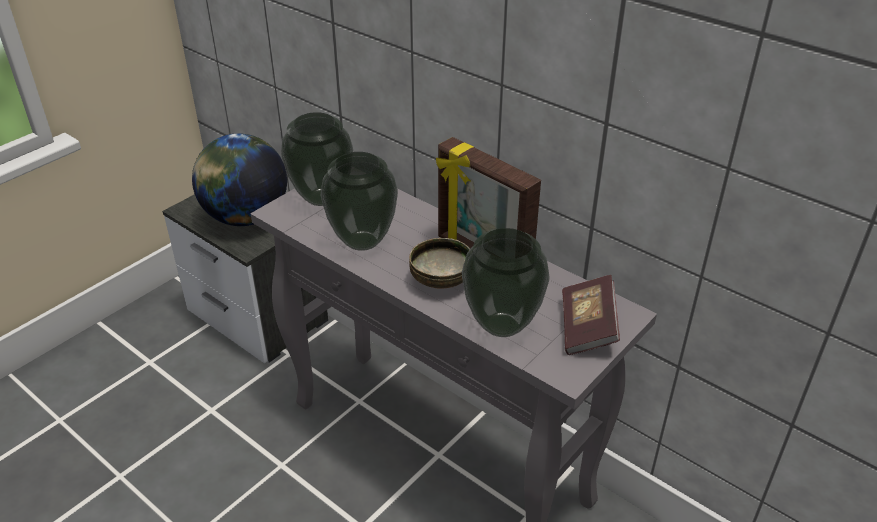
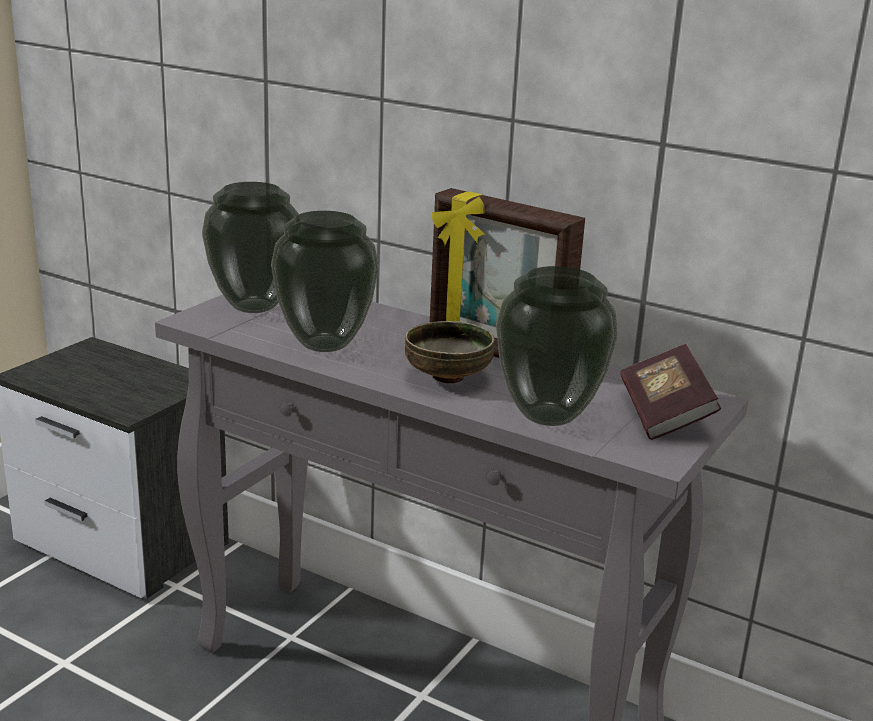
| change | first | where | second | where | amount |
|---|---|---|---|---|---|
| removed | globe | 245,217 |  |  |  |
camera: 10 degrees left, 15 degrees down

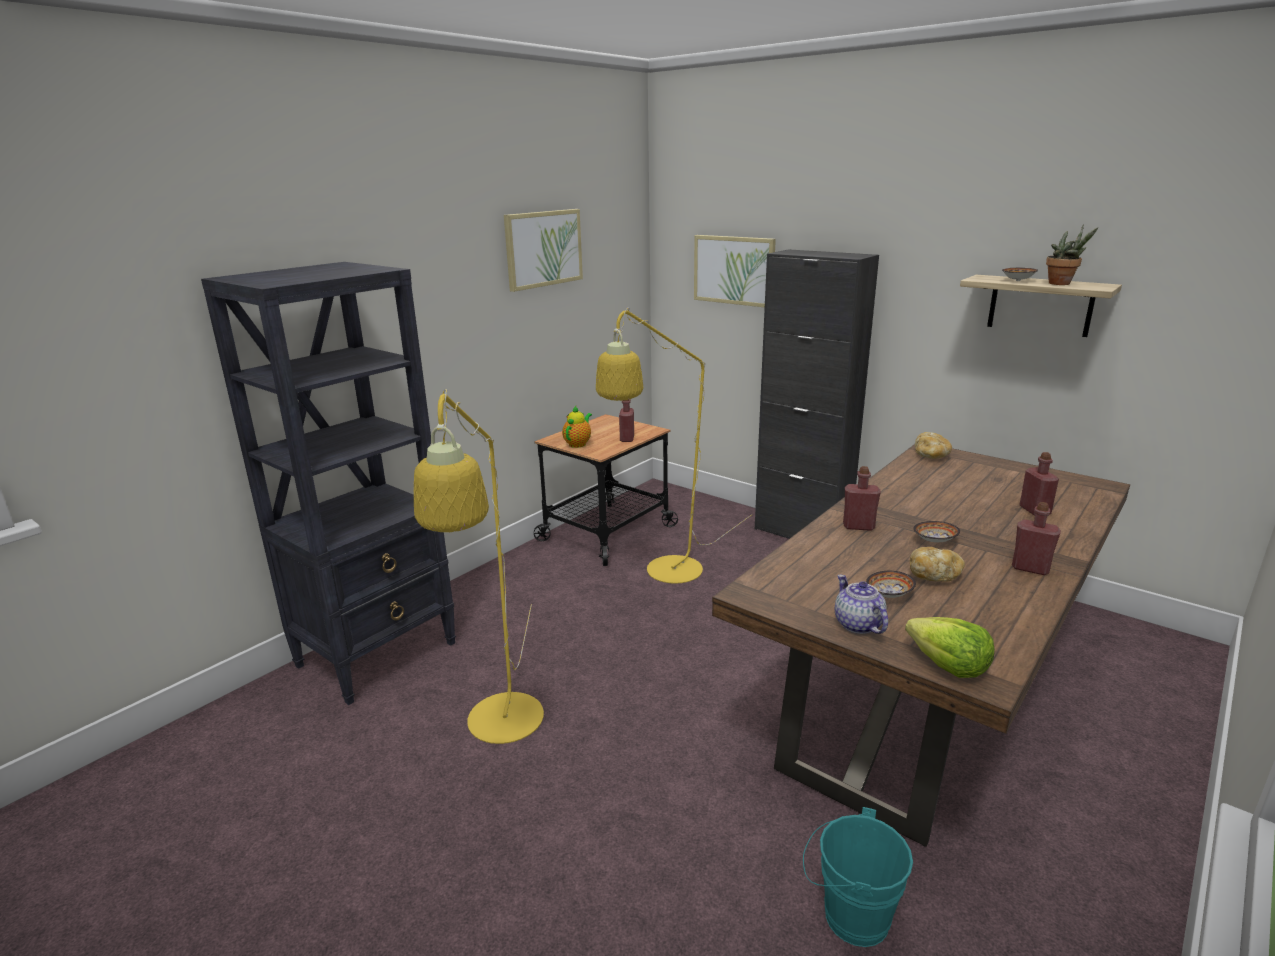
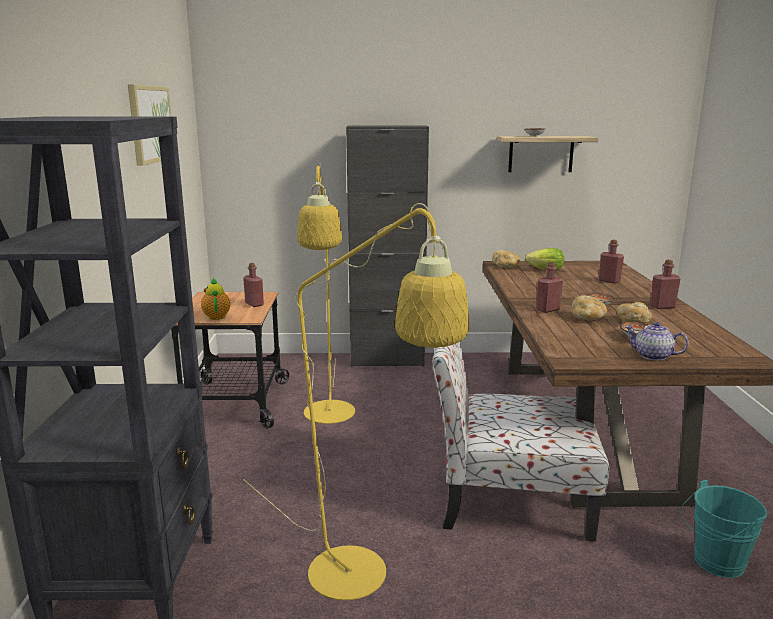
| change | first | where | second | where | amount |
|---|---|---|---|---|---|
| added |  |  | chaise | 509,498 |  |
| moved | laitue | 948,665 |  | 545,270 |  |
| added |  |  | pain | 587,318 |  |
| removed | tableau | 734,270 |  |  |  |
| removed | plante en pot | 1062,284 |  |  |  |
camera: 40 degrees left, 5 degrees down

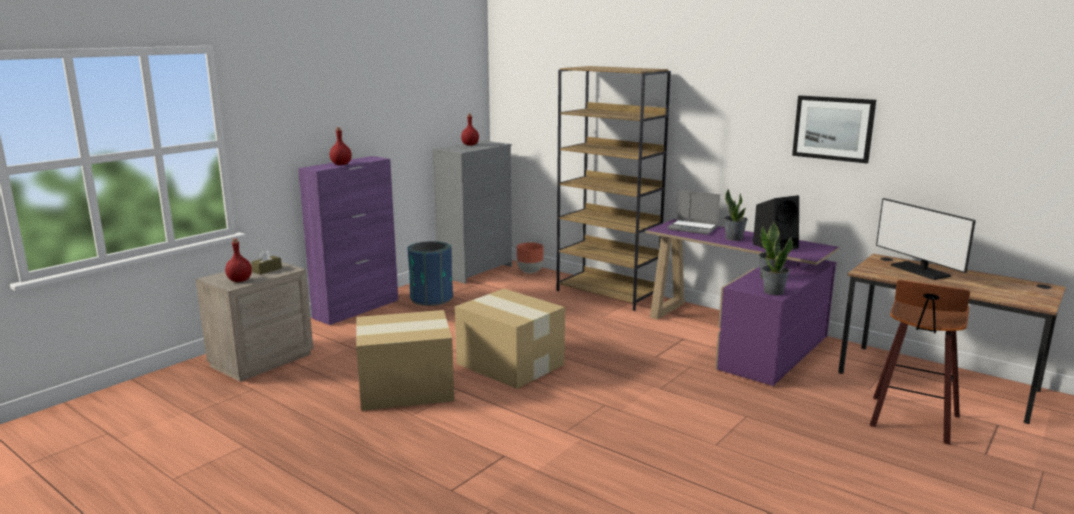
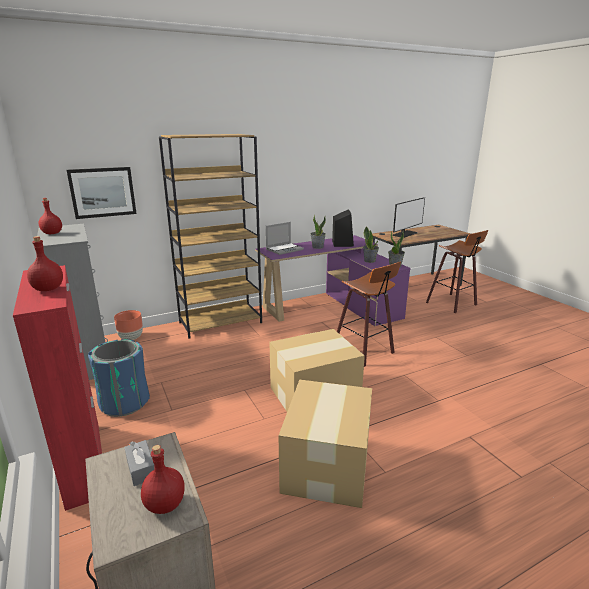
| change | first | where | second | where | amount |
|---|---|---|---|---|---|
| recoloured | meuble de rangement/violet | 357,309 | meuble de rangement/rouge | 84,462 |  |
| moved | tableau | 833,128 |  | 102,192 |  |
| recoloured | boîte à mouchoirs/marron | 267,270 | boîte à mouchoirs/gris | 141,469 |  |
| added |  |  | tabouret | 365,352 |  |
| turned | écran d'ordinateur | 920,271 |  | 405,234 | 45 degrees counterclockwise |
camera: 65 degrees left, 5 degrees up

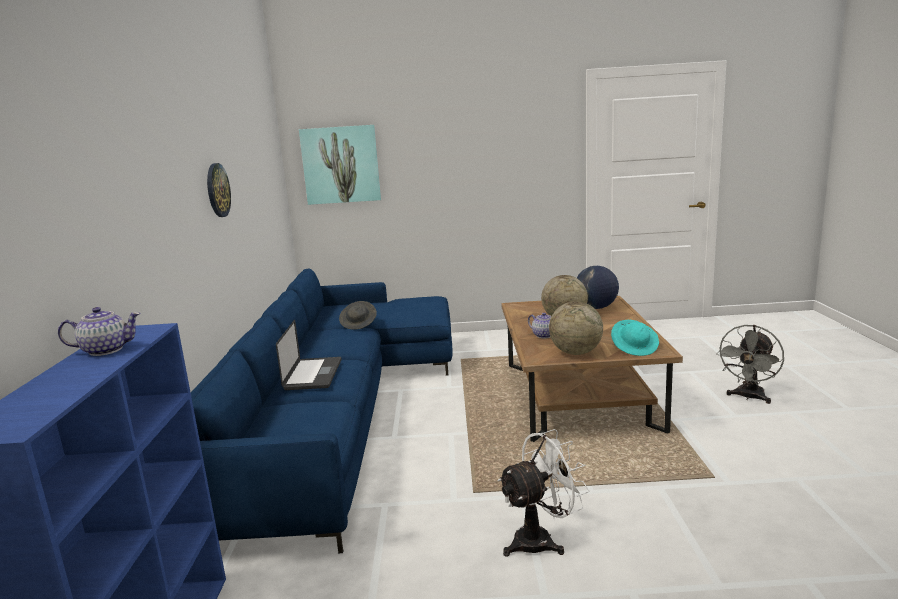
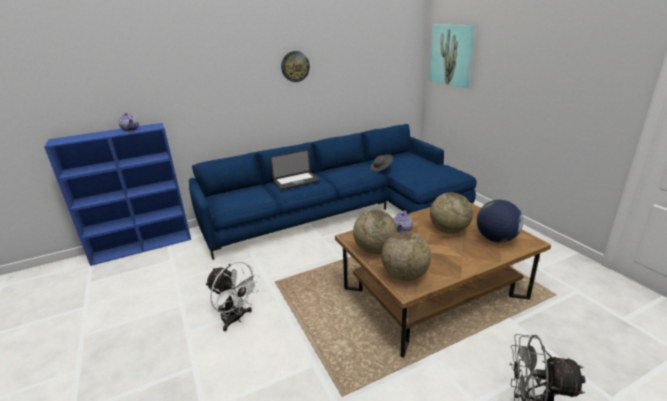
| change | first | where | second | where | amount |
|---|---|---|---|---|---|
| replaced | chapeau/turquoise | 635,348 | globe | 405,275 |  |
camera: 65 degrees right, 10 degrees up

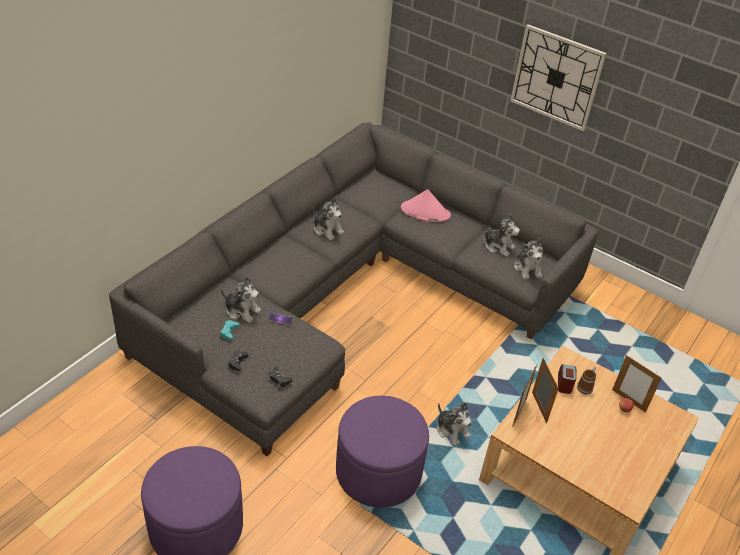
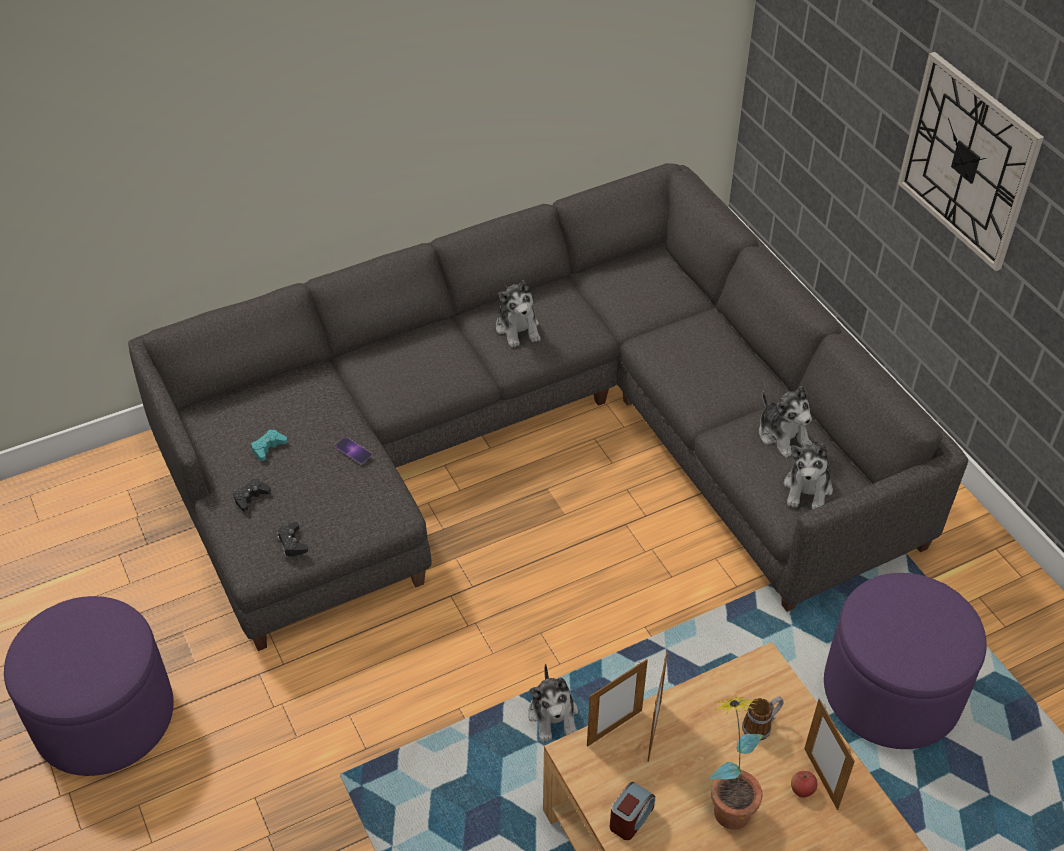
| change | first | where | second | where | amount |
|---|---|---|---|---|---|
| moved | réveil | 564,384 |  | 631,818 |  |
| added |  |  | plante en pot | 728,801 |  |
| moved | pouf/violet | 378,472 |  | 891,691 |  |
| removed | peluche | 242,311 |  |  |  |
| removed | chapeau/rose | 425,212 |  |  |  |
camera: 30 degrees right, 5 degrees up

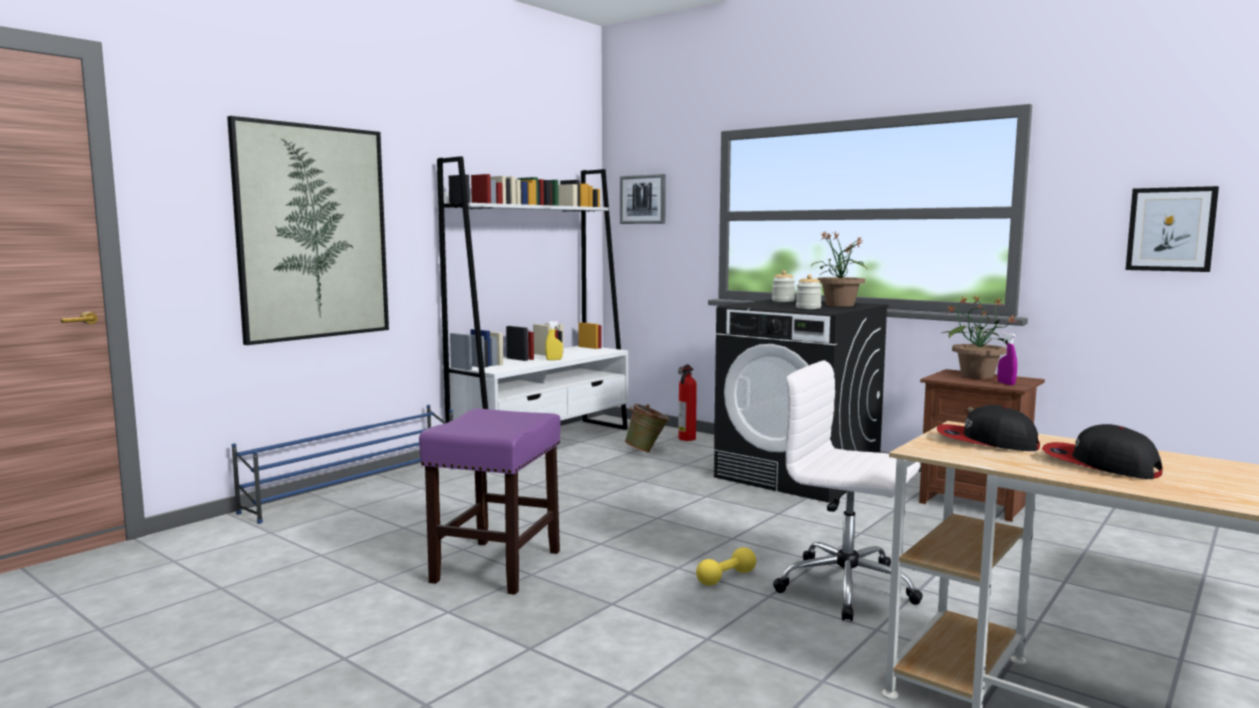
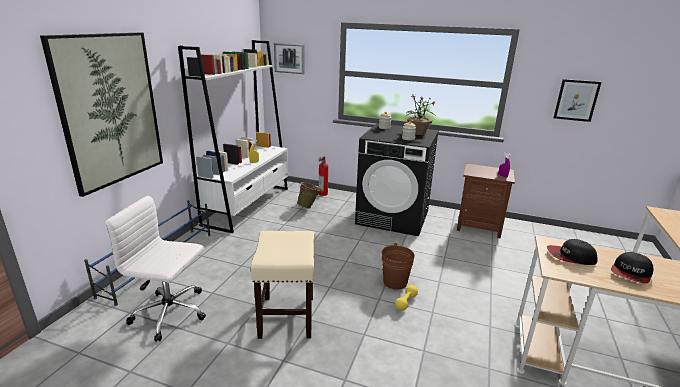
| change | first | where | second | where | amount |
|---|---|---|---|---|---|
| moved | chaise de bureau/blanc | 849,588 |  | 171,313 |  |
| recoloured | tabouret/violet | 496,567 | tabouret/beige | 287,317 |  |
| added |  |  | seau/marron | 395,282 |  |
| turned | casquette | 1099,465 |  | 631,273 | 75 degrees counterclockwise |
| removed | plante en pot | 976,375 |  |  |  |
camera: 20 degrees left, 15 degrees up

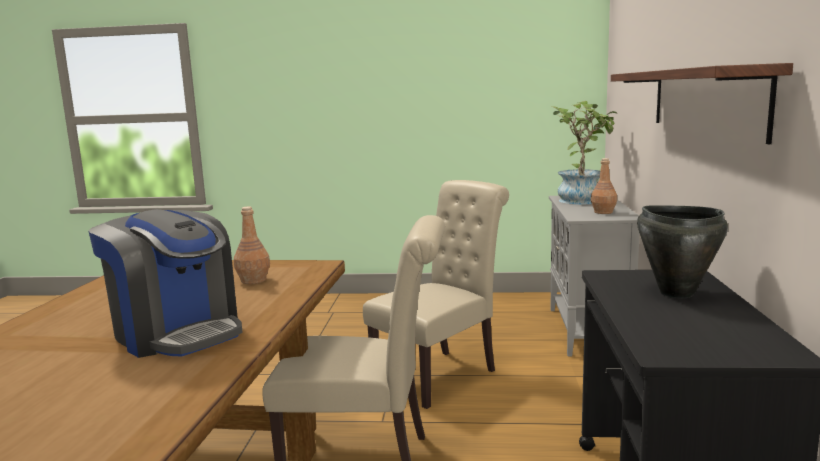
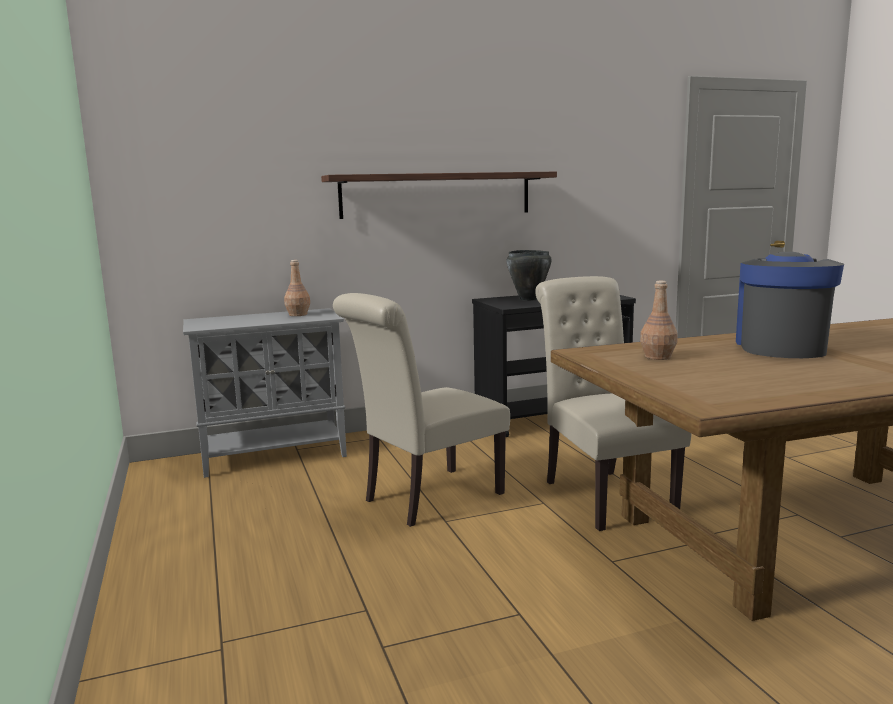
| change | first | where | second | where | amount |
|---|---|---|---|---|---|
| turned | chaise/beige | 441,374 |  | 426,498 | 60 degrees counterclockwise |
| removed | plante en pot | 582,199 |  |  |  |
camera: 115 degrees left, 0 degrees up

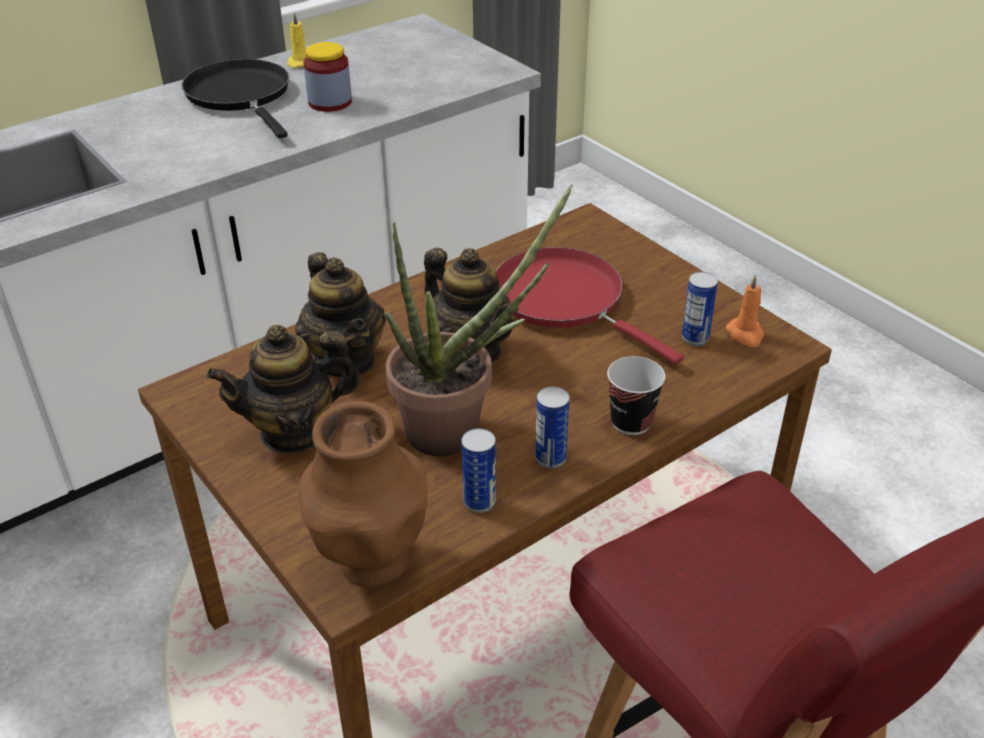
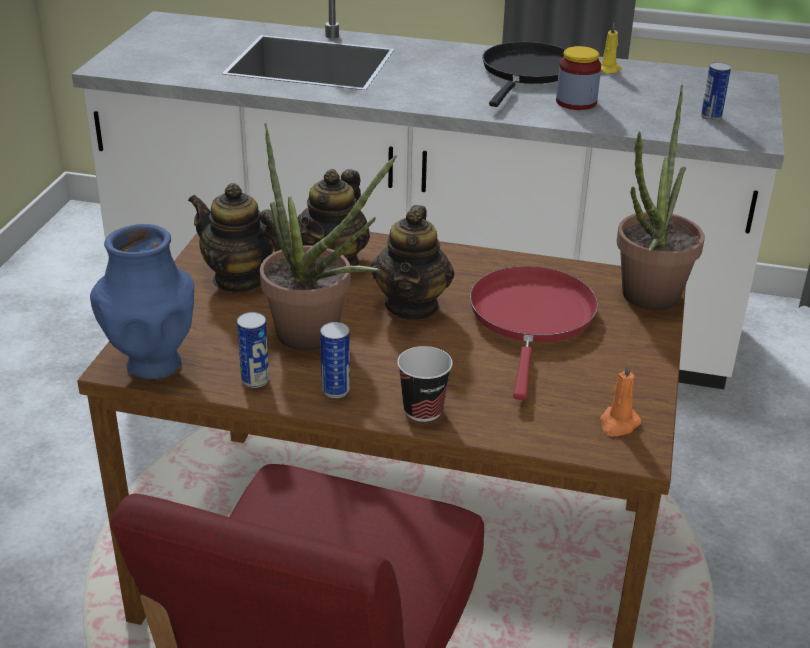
| change | first | where | second | where | amount |
|---|---|---|---|---|---|
| recoloured | vase/marron | 371,562 | vase/bleu | 153,364 |  |
| added |  |  | plante en pot | 645,301 |  |
| moved | boîte métallique | 695,338 |  | 711,117 |  |
camera: 50 degrees right, 5 degrees down

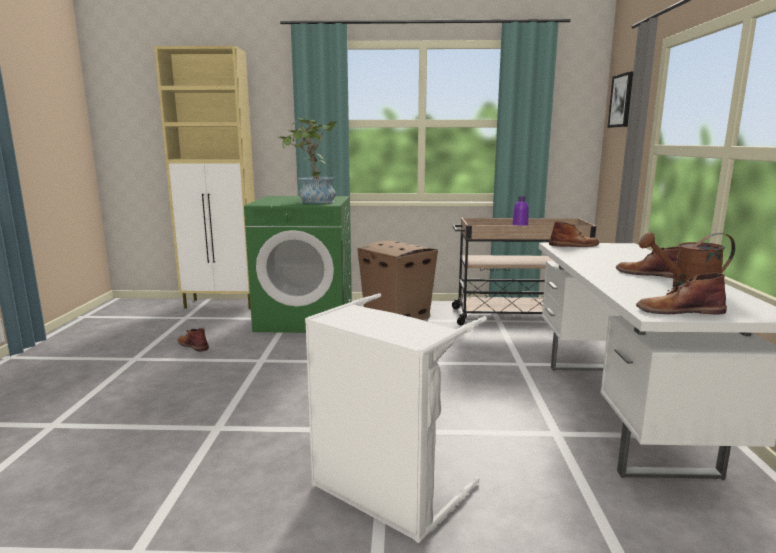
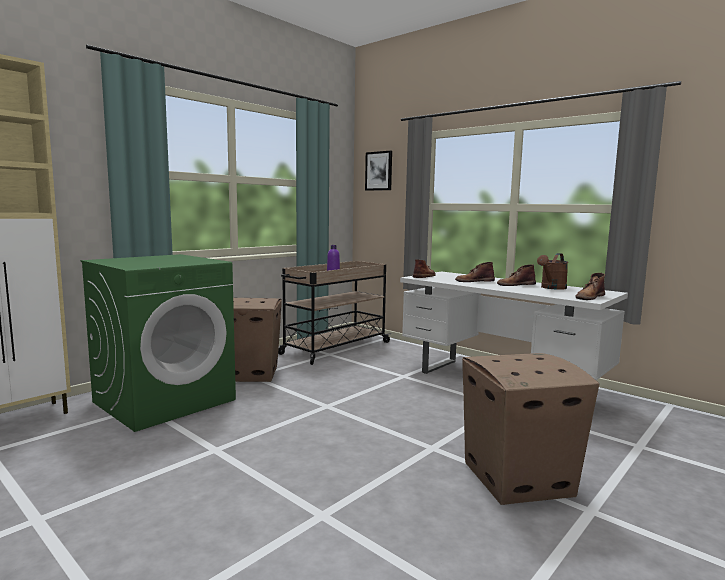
| change | first | where | second | where | amount |
|---|---|---|---|---|---|
| moved | botte/marron | 193,345 |  | 474,281 |  |
| replaced | panier à linge/blanc | 385,493 | carton | 516,479 |  |
| removed | plante en pot | 312,202 |  |  |  |
camera: 50 degrees left, 5 degrees down

